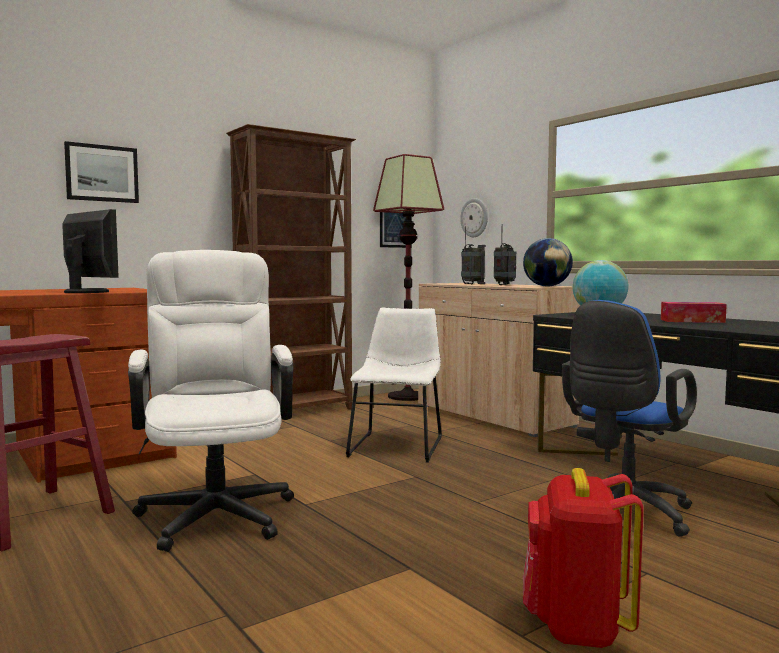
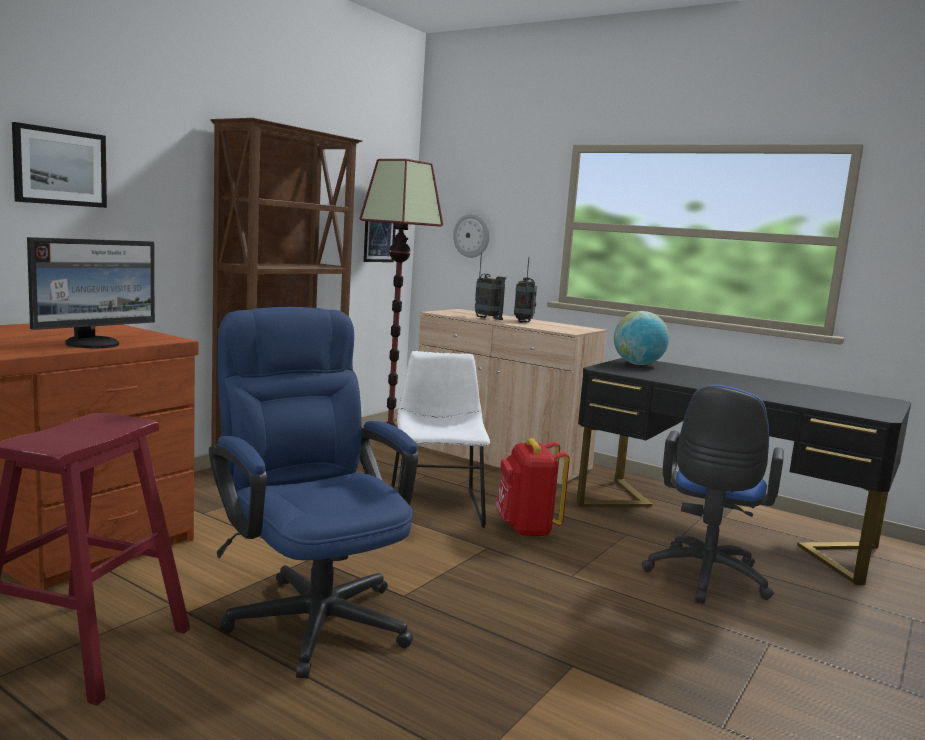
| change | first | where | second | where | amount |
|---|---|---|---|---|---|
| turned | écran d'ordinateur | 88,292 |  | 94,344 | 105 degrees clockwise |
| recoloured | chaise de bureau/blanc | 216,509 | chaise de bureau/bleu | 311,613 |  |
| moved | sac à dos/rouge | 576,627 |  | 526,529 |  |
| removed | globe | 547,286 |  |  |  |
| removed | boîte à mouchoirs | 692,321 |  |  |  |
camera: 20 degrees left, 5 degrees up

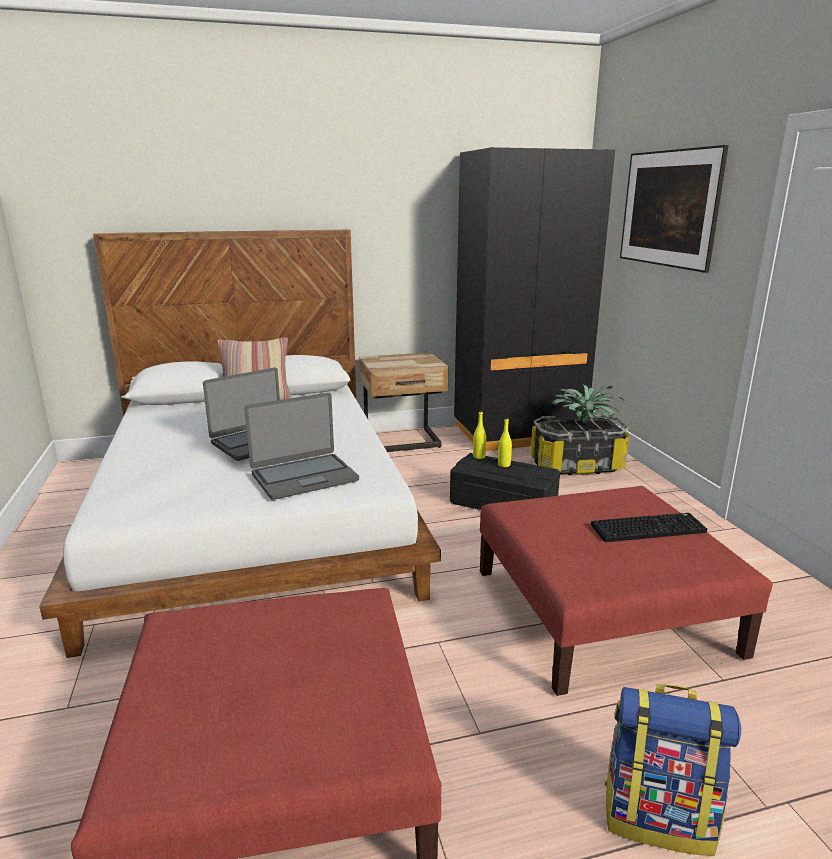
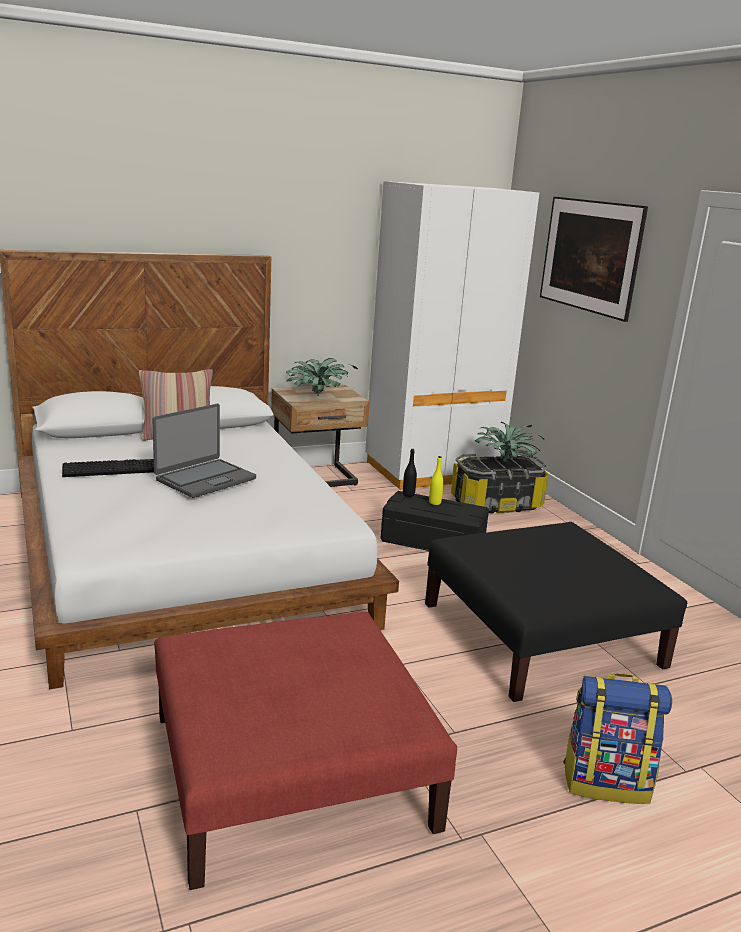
| change | first | where | second | where | amount |
|---|---|---|---|---|---|
| moved | clavier | 648,528 |  | 110,469 |  |
| added |  |  | plante en pot | 317,397 |  |
| recoloured | armoire/noir | 517,433 | armoire/blanc | 432,471 |  |
| recoloured | bouteille/jaune | 479,456 | bouteille/noir | 408,494 |  |
| recoloured | pouf/rouge | 603,612 | pouf/noir | 542,635 |  |
| removed | ordinateur portable | 304,477 |  |  |  |
camera: 10 degrees left, 0 degrees up

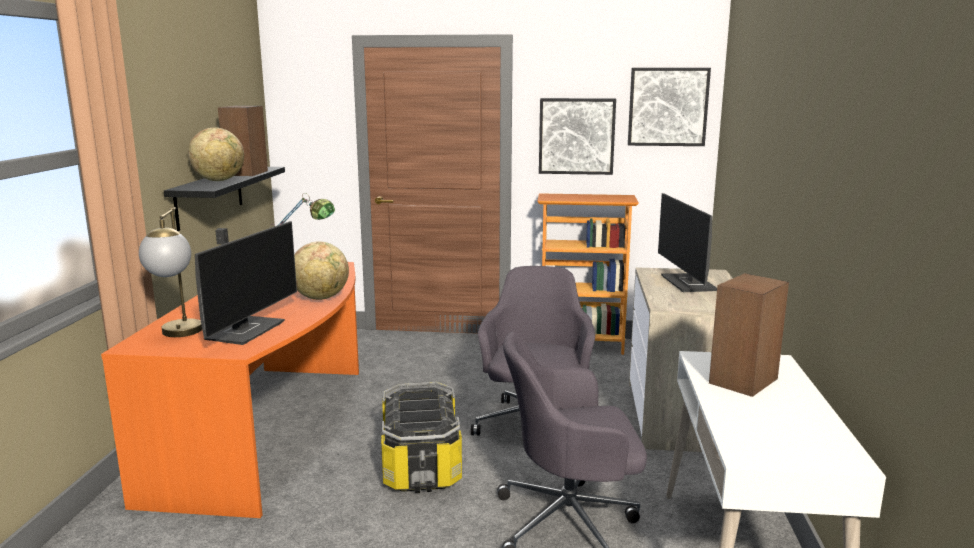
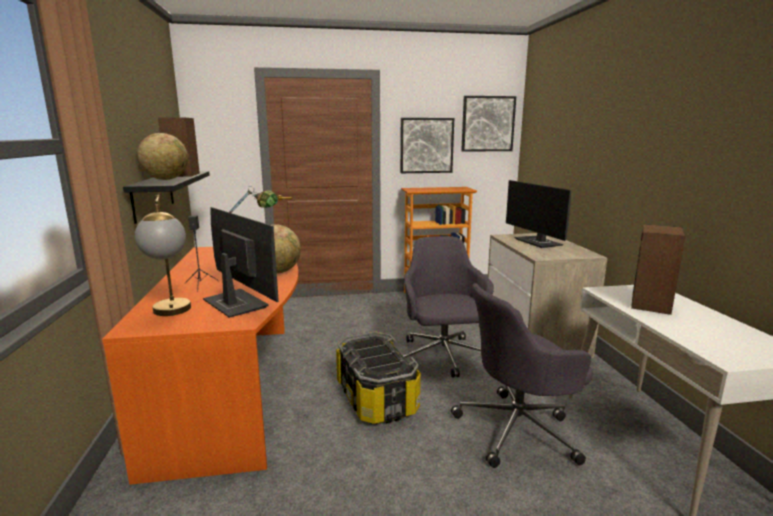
| change | first | where | second | where | amount |
|---|---|---|---|---|---|
| turned | écran d'ordinateur | 246,330 |  | 234,303 | 45 degrees counterclockwise |
camera: 15 degrees left, 0 degrees up

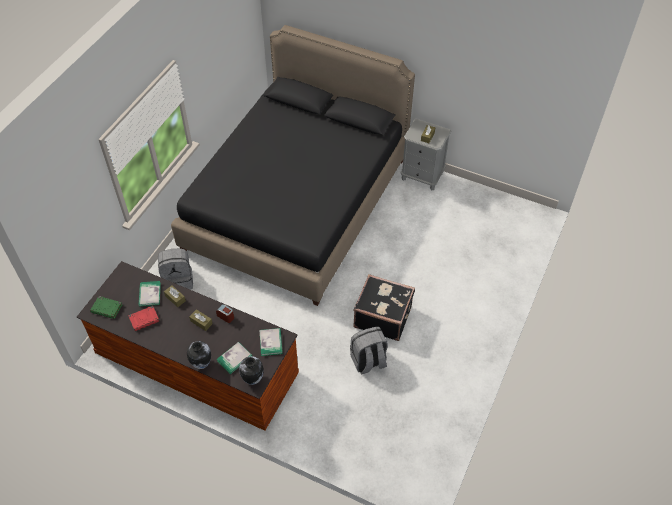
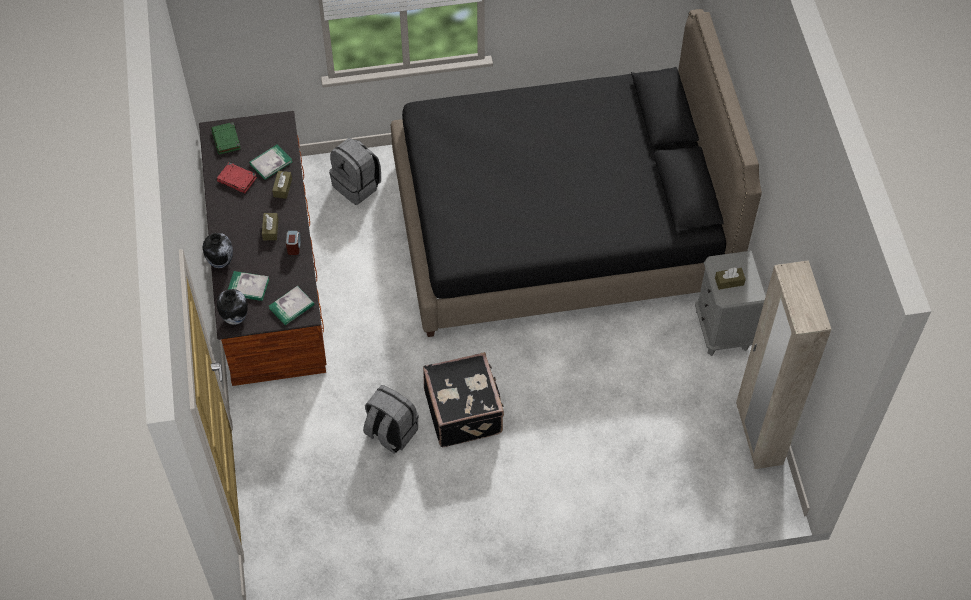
| change | first | where | second | where | amount |
|---|---|---|---|---|---|
| added |  |  | armoire/beige | 758,435 |  |
camera: 55 degrees right, 5 degrees up

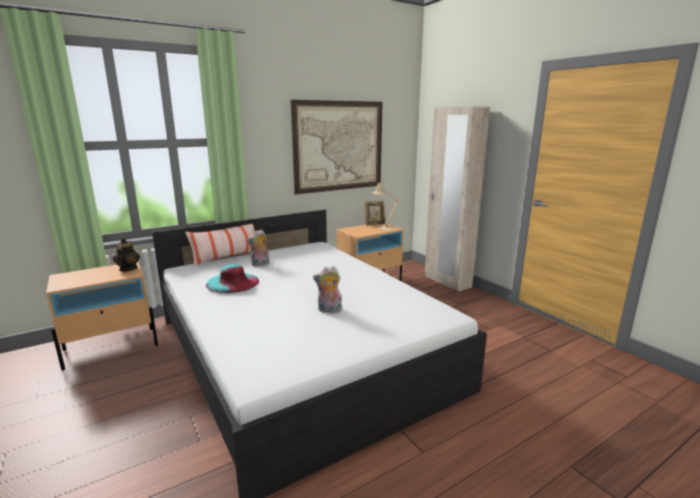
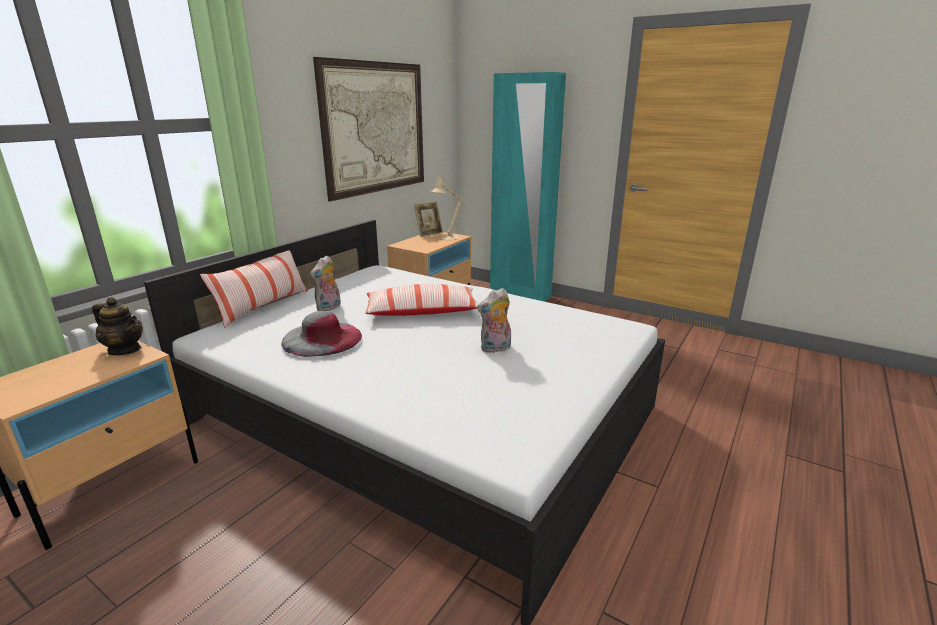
| change | first | where | second | where | amount |
|---|---|---|---|---|---|
| turned | théière | 128,269 |  | 125,350 | 150 degrees clockwise |
| recoloured | chapeau/turquoise | 233,282 | chapeau/gris | 322,338 |  |
| added |  |  | coussin | 422,312 |  |
| recoloured | armoire/beige | 447,281 | armoire/turquoise | 520,295 |  |
camera: 25 degrees left, 5 degrees up

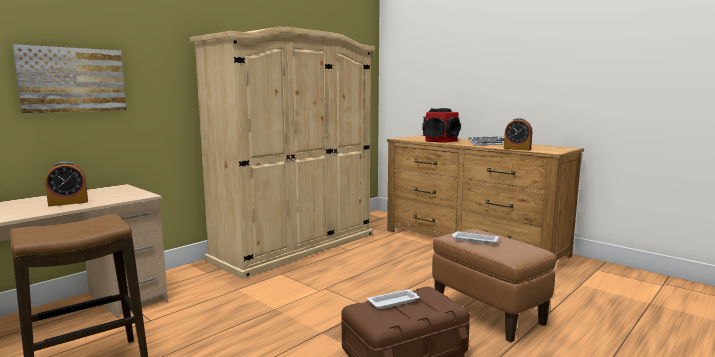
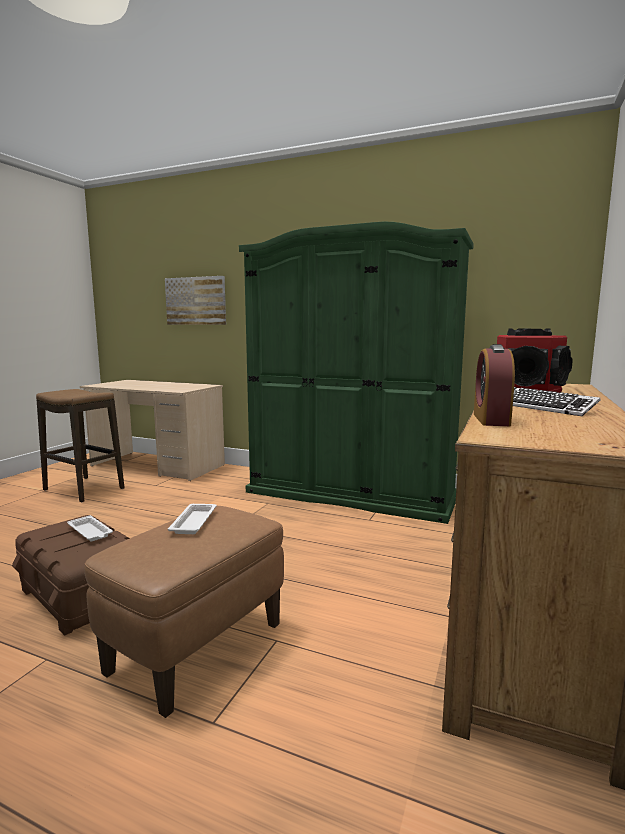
| change | first | where | second | where | amount |
|---|---|---|---|---|---|
| recoloured | armoire/beige | 295,246 | armoire/vert | 351,494 |  |
| removed | réveil | 68,203 |  |  |  |
camera: 70 degrees right, 0 degrees up

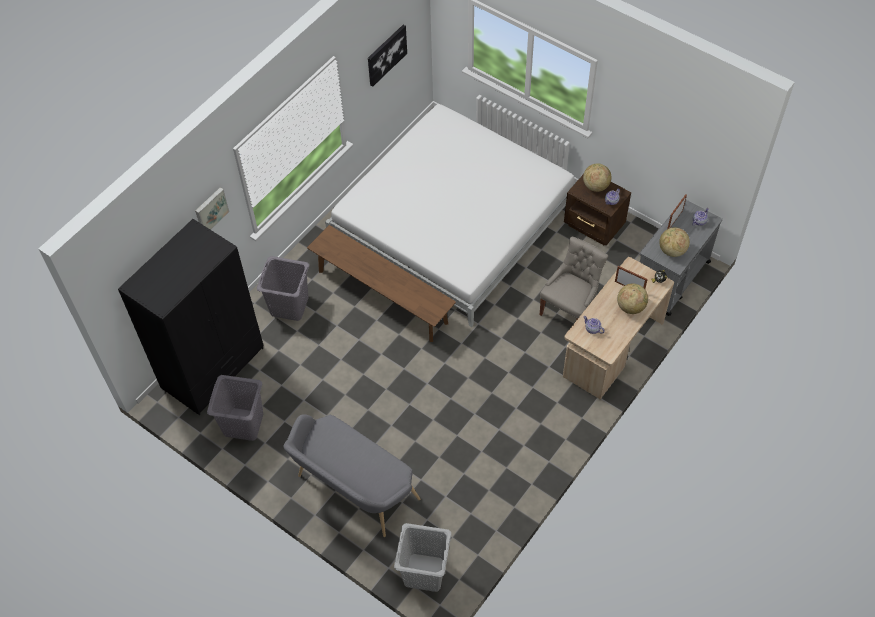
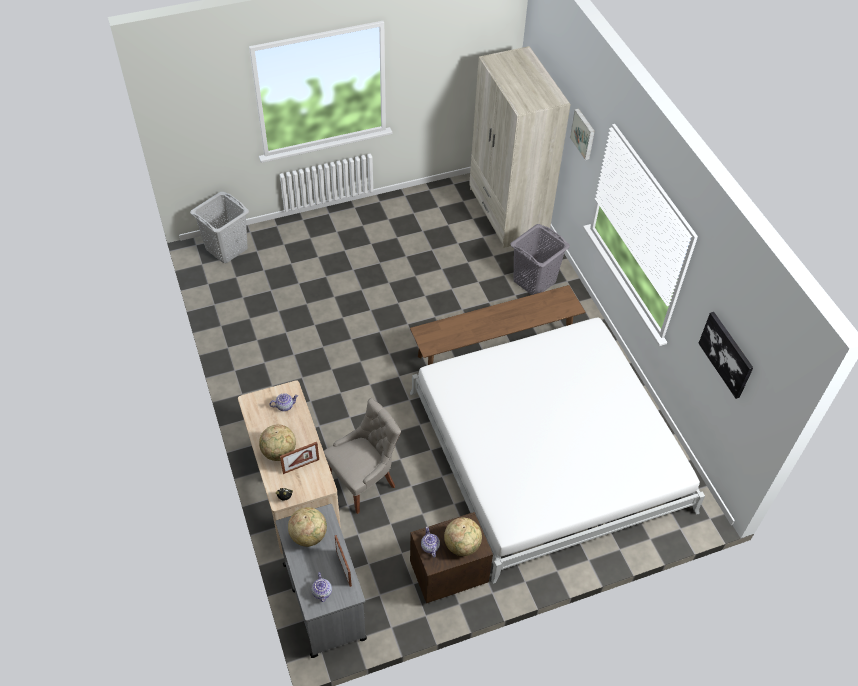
| change | first | where | second | where | amount |
|---|---|---|---|---|---|
| turned | chaise/gris | 570,310 |  | 363,481 | 105 degrees counterclockwise |
| recoloured | armoire/noir | 213,368 | armoire/beige | 507,212 |  |
| removed | panier à linge/gris | 243,424 |  |  |  |
| removed | banc/gris | 353,490 |  |  |  |
camera: 120 degrees right, 5 degrees down

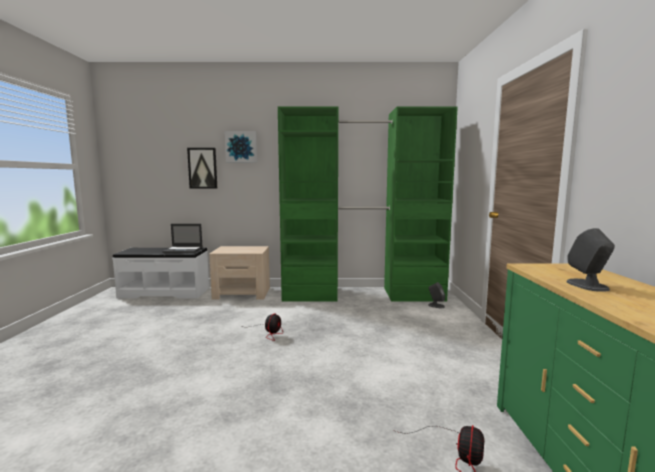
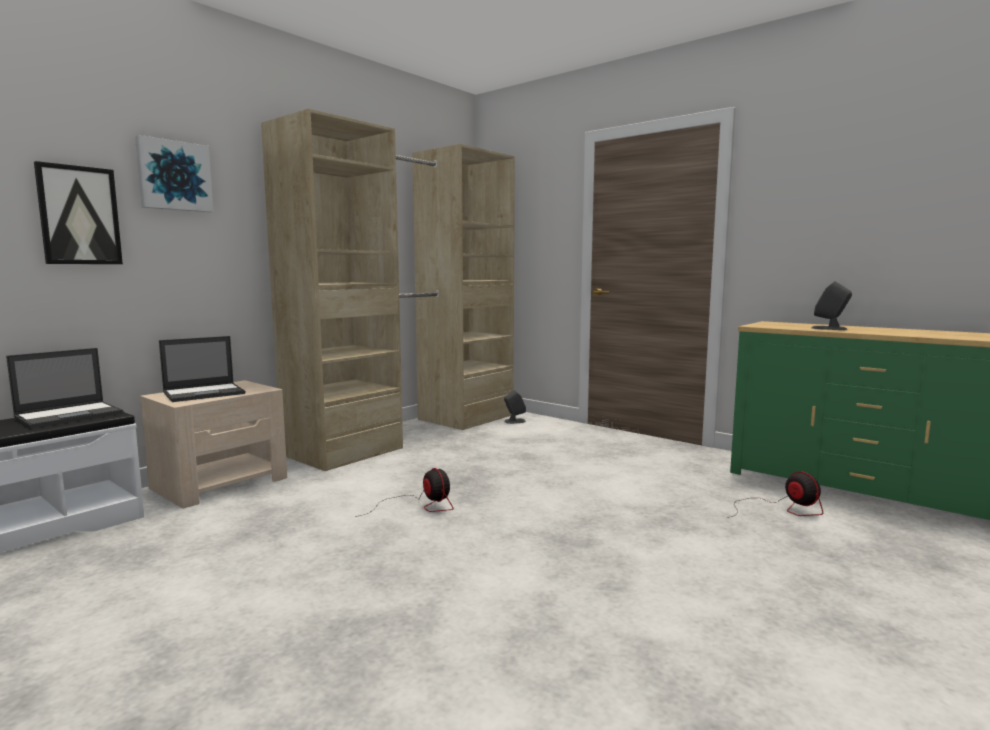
| change | first | where | second | where | amount |
|---|---|---|---|---|---|
| added |  |  | ordinateur portable | 205,393 |  |
| recoloured | armoire/vert | 363,294 | armoire/beige | 412,432 |  |
camera: 50 degrees left, 0 degrees up

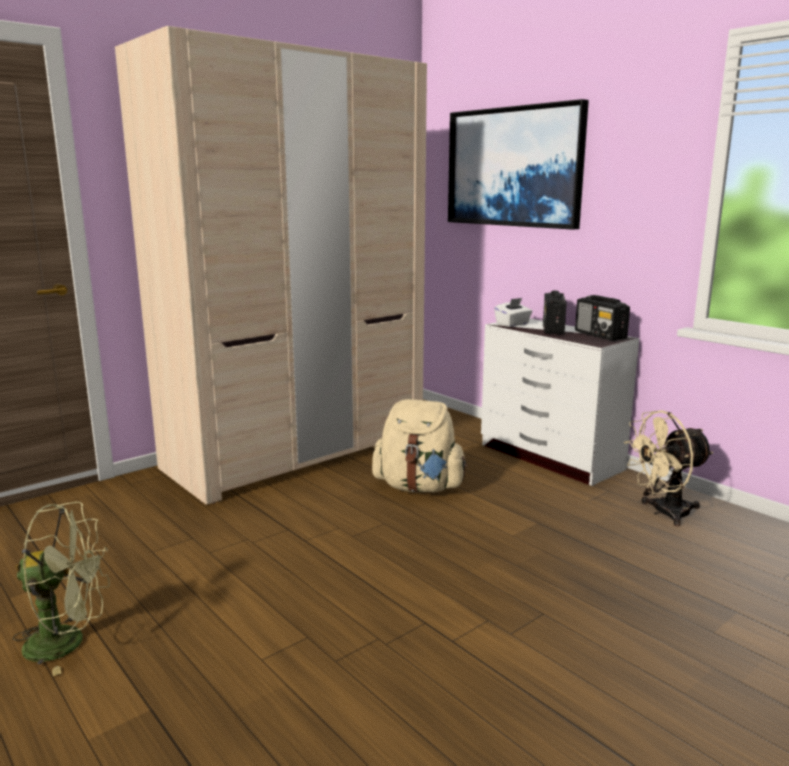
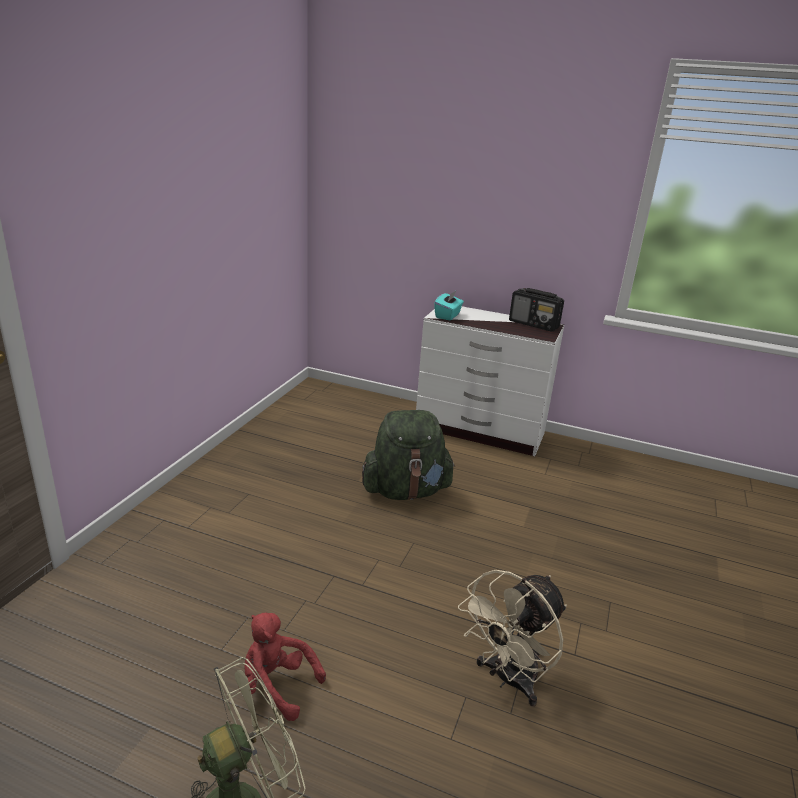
| change | first | where | second | where | amount |
|---|---|---|---|---|---|
| added |  |  | peluche/rouge | 276,686 |  |
| recoloured | sac à dos/beige | 419,487 | sac à dos/vert | 406,491 |  |
| recoloured | boîte à mouchoirs/blanc | 513,324 | boîte à mouchoirs/turquoise | 448,316 |  |
| moved | ventilateur/beige | 663,513 |  | 508,680 |  |
| removed | armoire/beige | 298,453 |  |  |  |
| removed | tableau | 514,167 |  |  |  |
| removed | radio | 553,329 |  |  |  |
camera: 30 degrees left, 10 degrees up

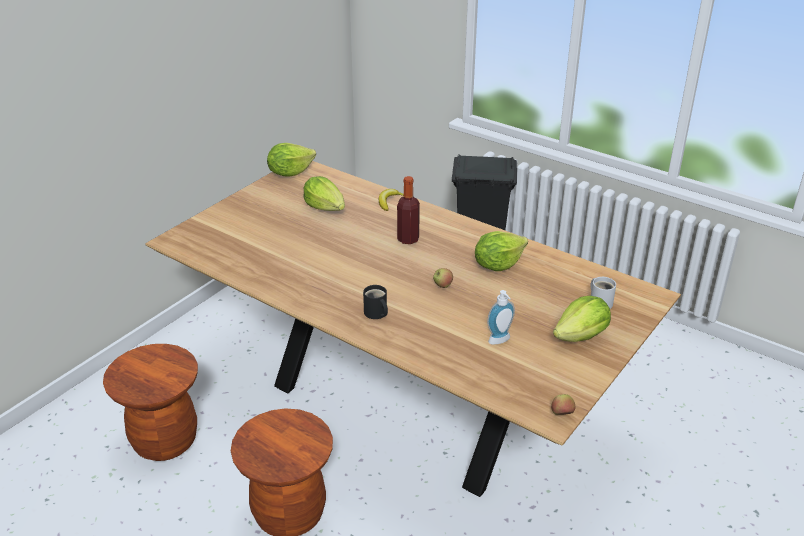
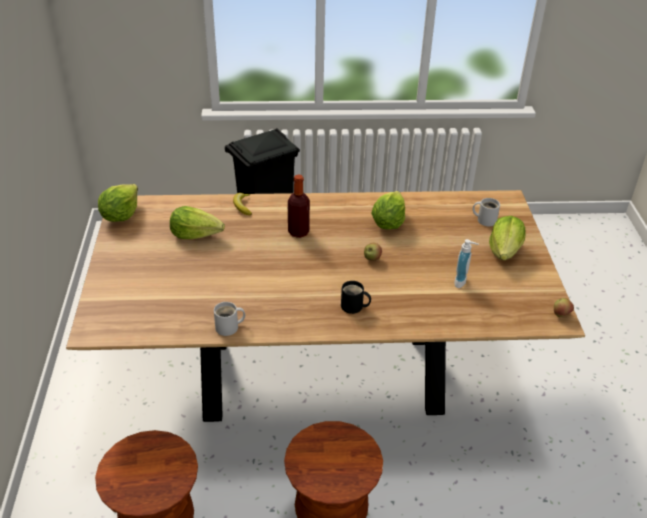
| change | first | where | second | where | amount |
|---|---|---|---|---|---|
| added |  |  | mug/blanc | 229,328 |  |
camera: 40 degrees left, 5 degrees up

